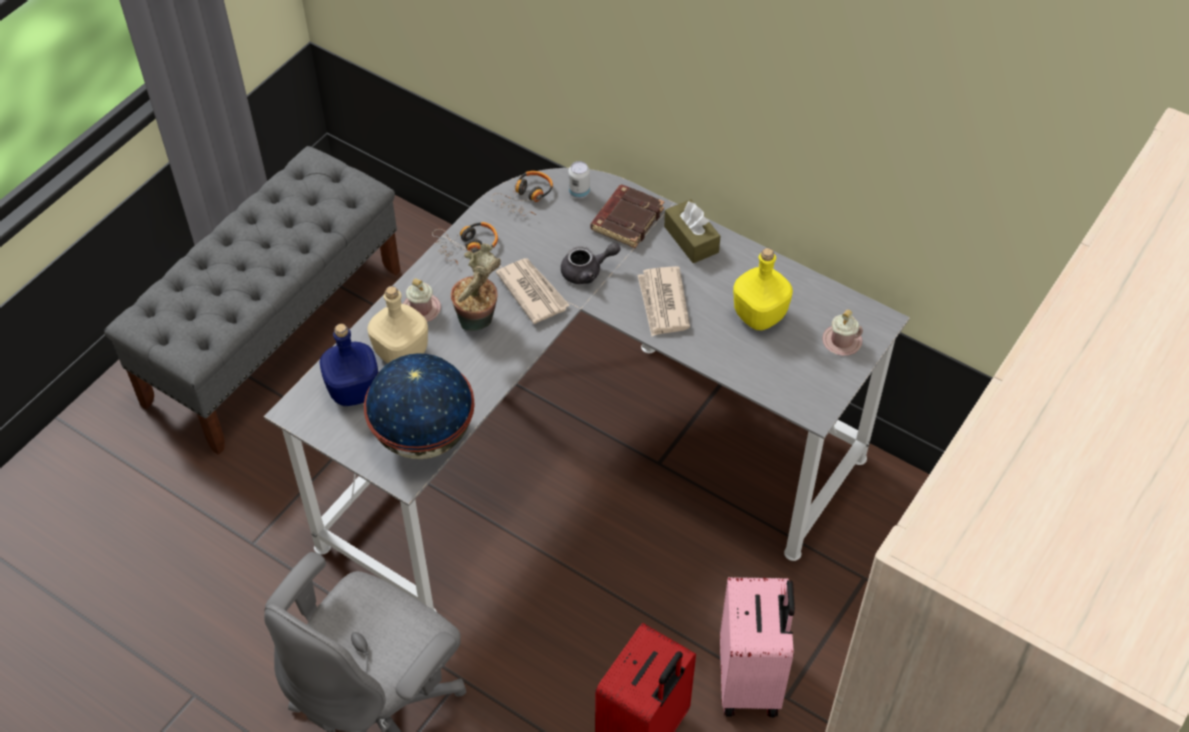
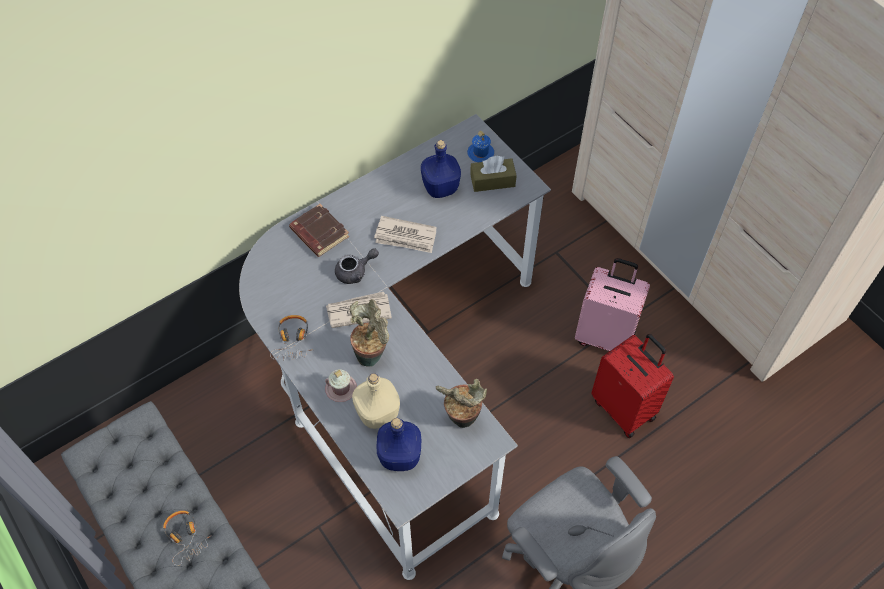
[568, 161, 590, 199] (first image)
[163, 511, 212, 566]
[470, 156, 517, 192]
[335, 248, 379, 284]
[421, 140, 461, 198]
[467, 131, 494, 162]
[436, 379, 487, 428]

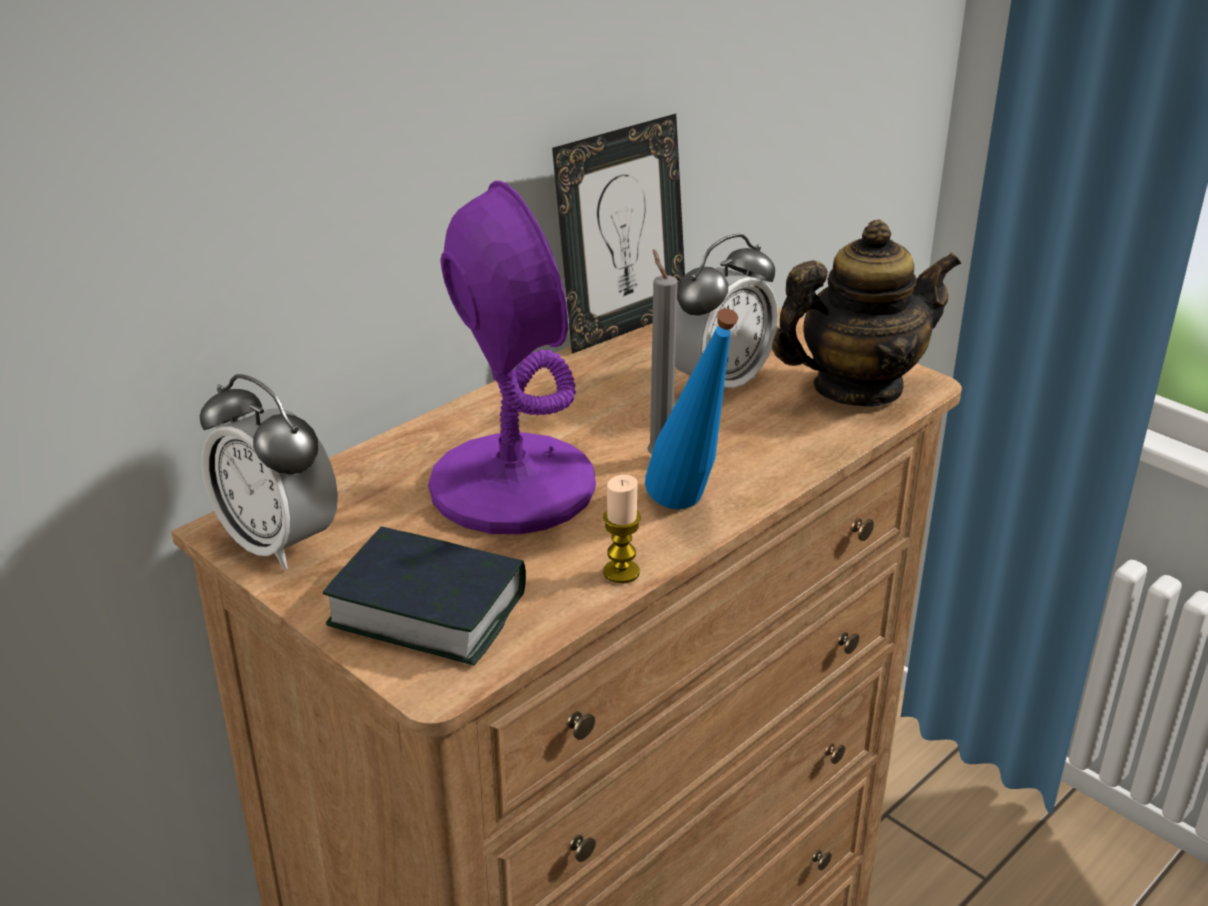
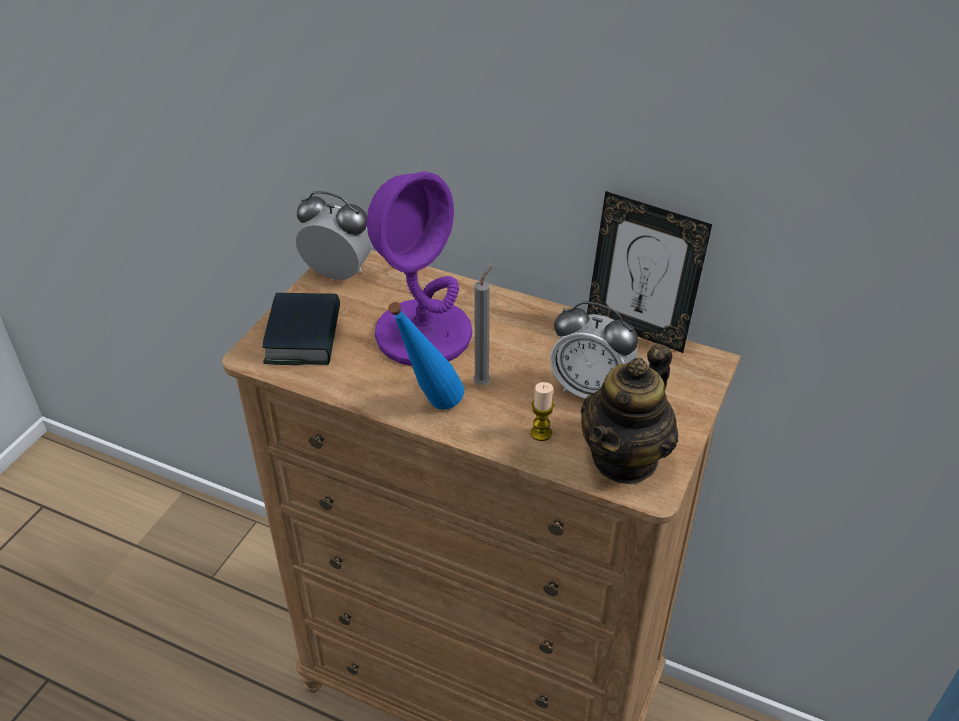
[581, 344, 678, 484]
[296, 191, 372, 280]
[530, 382, 554, 441]

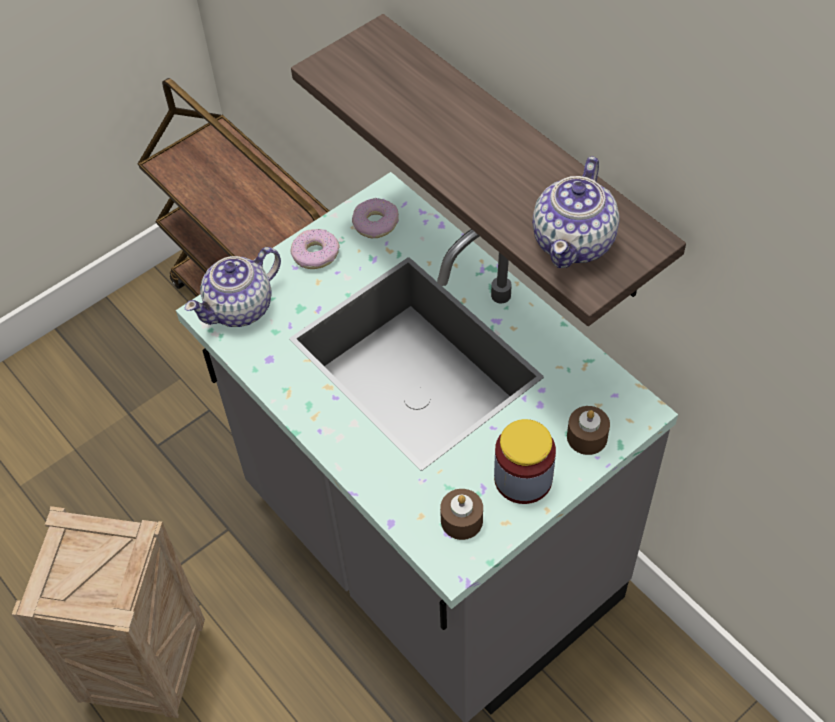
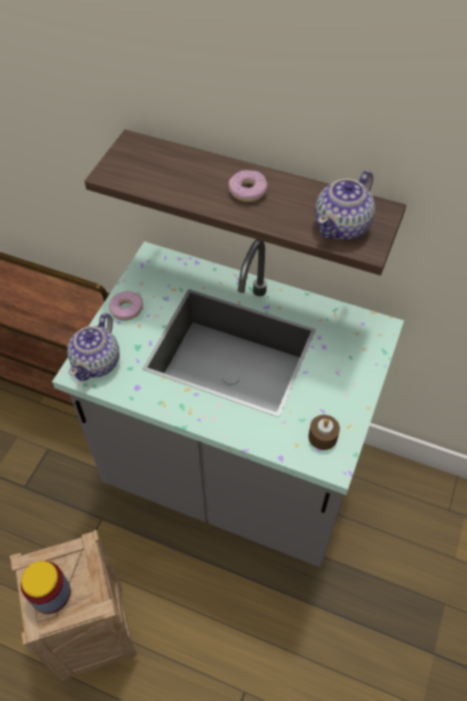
[315, 171, 375, 240]
[229, 170, 267, 202]
[567, 406, 610, 455] (first image)
[21, 561, 71, 614]

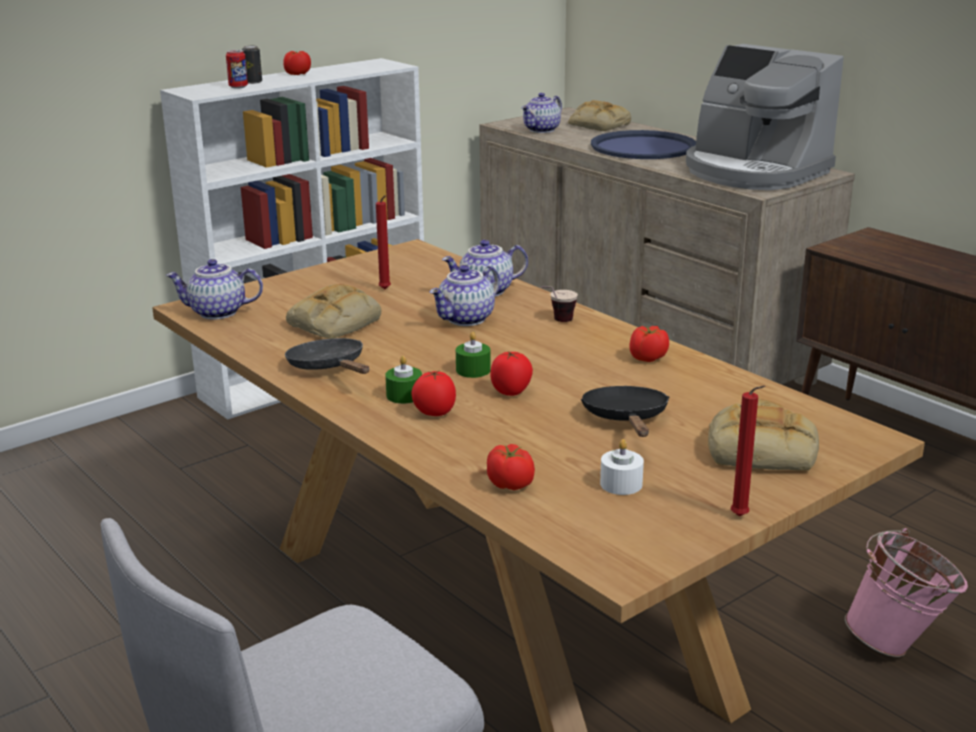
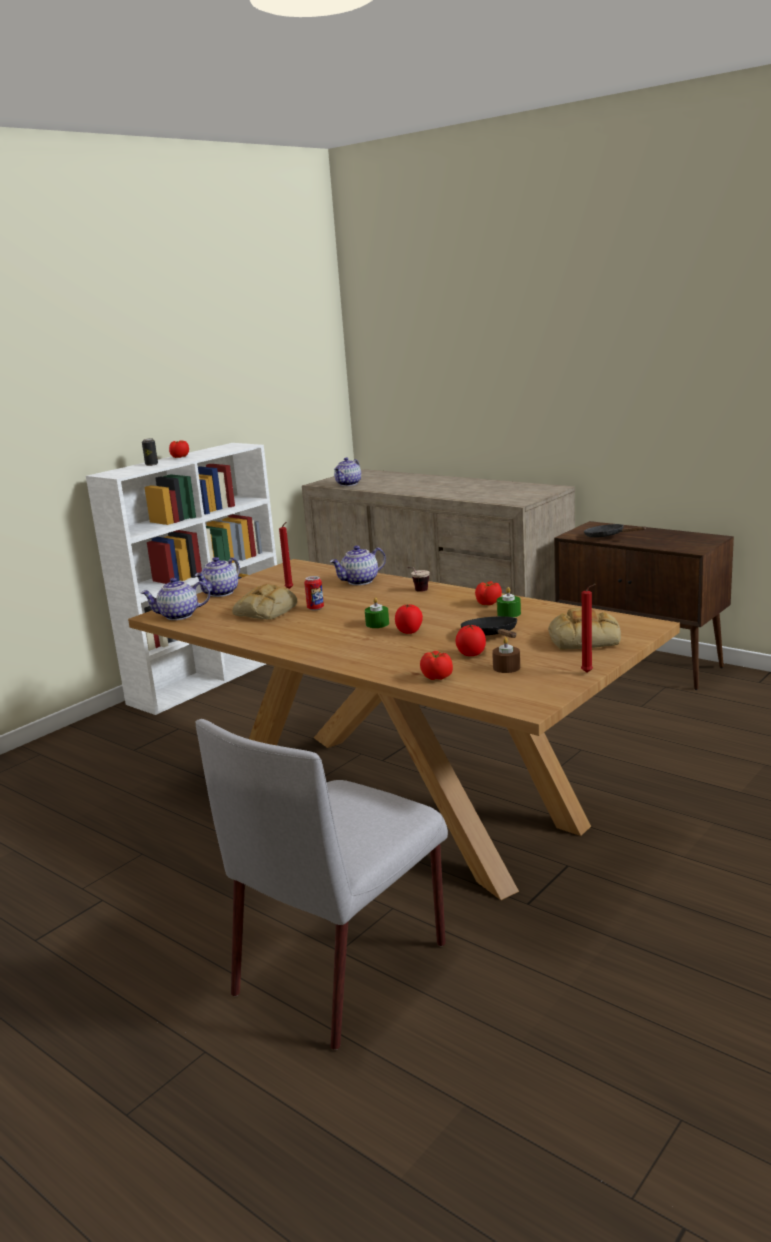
[686, 44, 844, 190] (first image)
[304, 576, 324, 610]
[568, 100, 631, 131] (first image)
[591, 130, 696, 159] (first image)
[195, 557, 240, 597]
[584, 524, 647, 538]
[497, 587, 521, 618]
[455, 624, 486, 656]
[492, 637, 520, 673]
[845, 528, 968, 657] (first image)

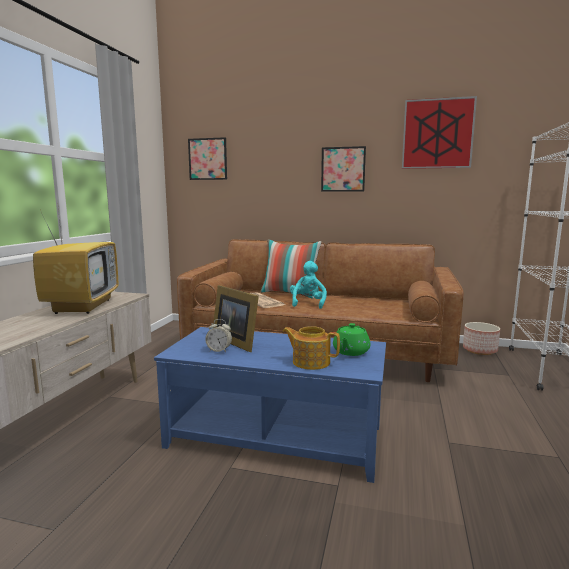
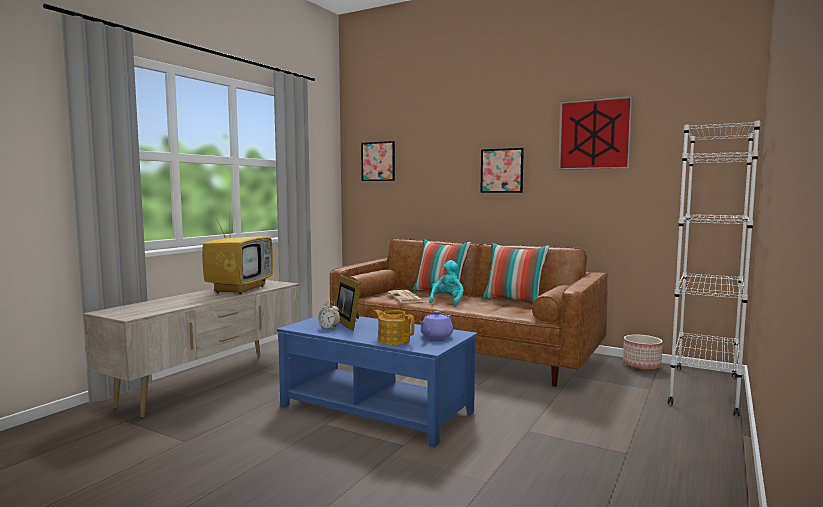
[420, 311, 453, 339]
[482, 243, 550, 305]

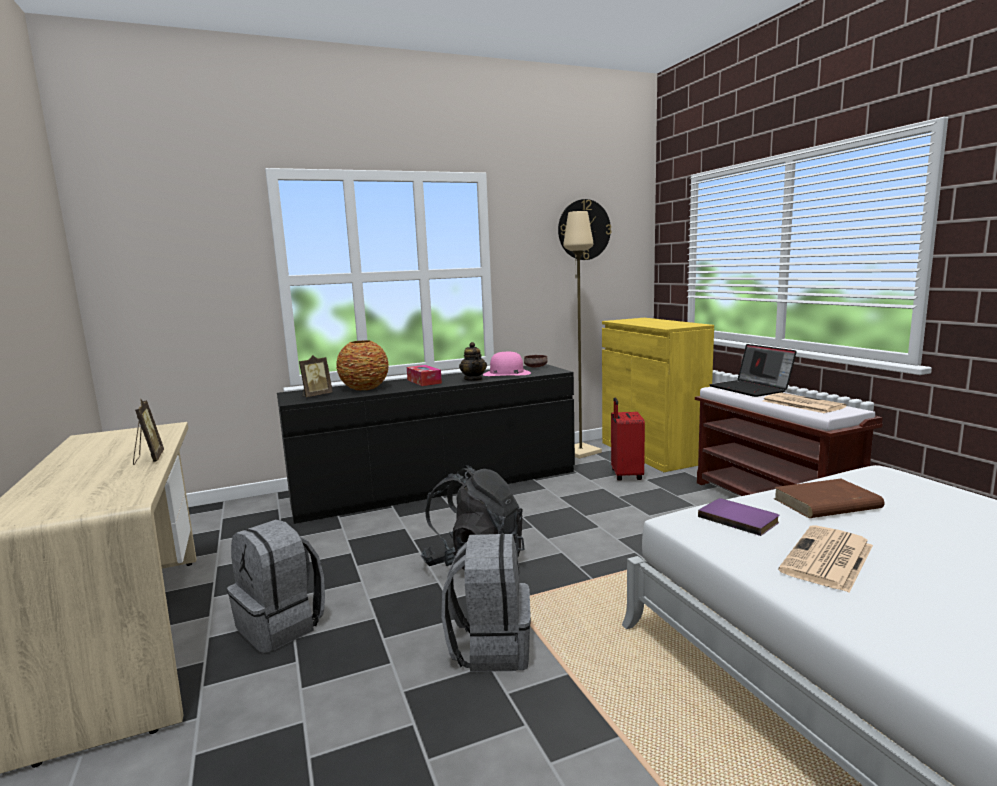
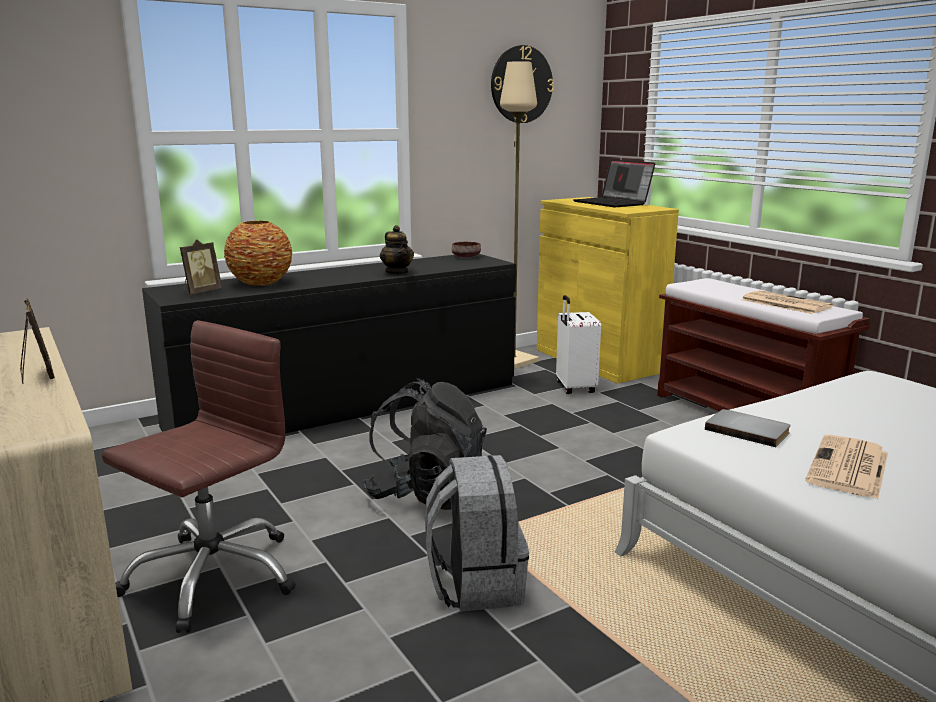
[573, 159, 655, 207]
[483, 352, 531, 376] (first image)
[407, 365, 442, 386] (first image)
[556, 295, 601, 394]
[773, 479, 885, 518] (first image)
[705, 409, 791, 447]
[102, 320, 296, 633]

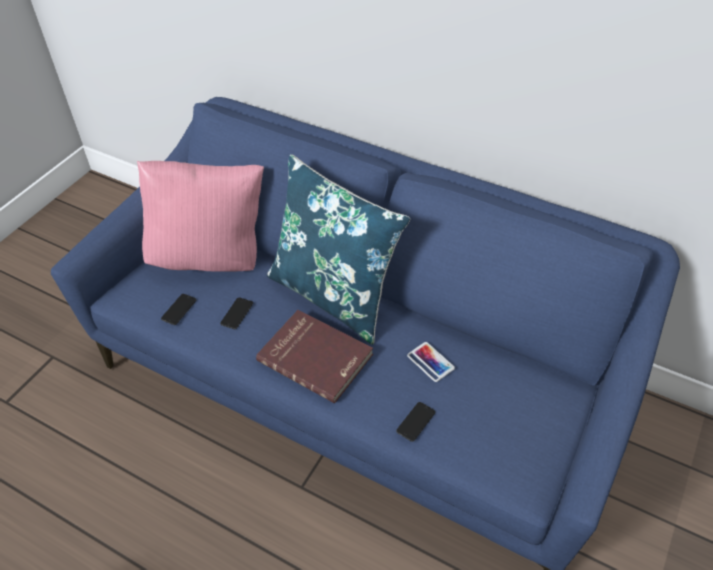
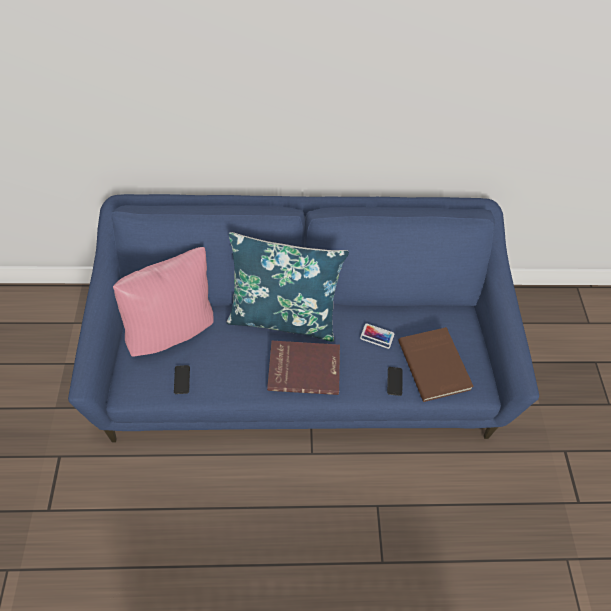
[220, 298, 253, 329] (first image)
[398, 327, 474, 402]

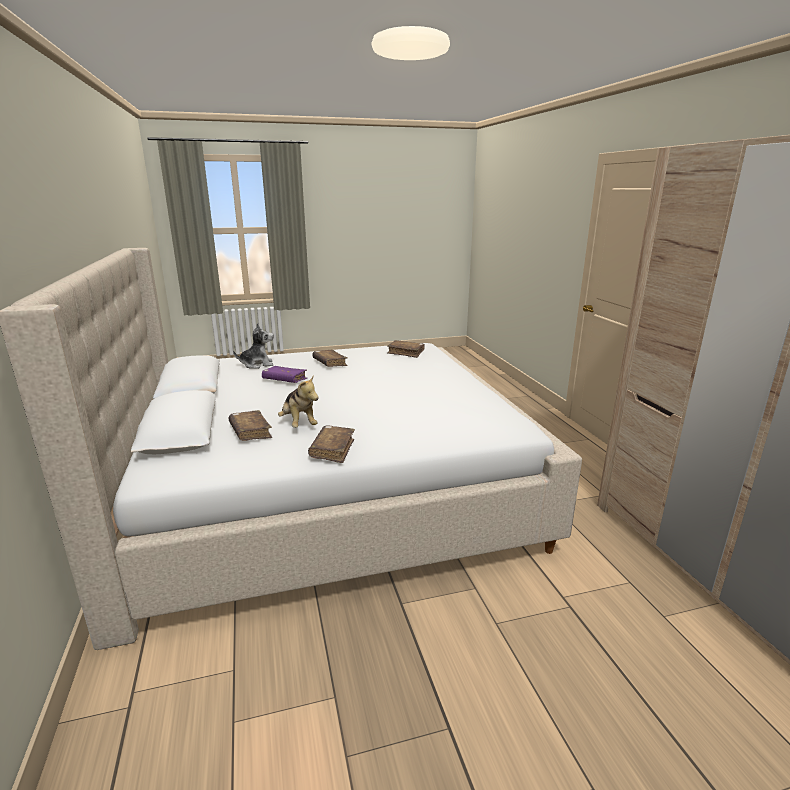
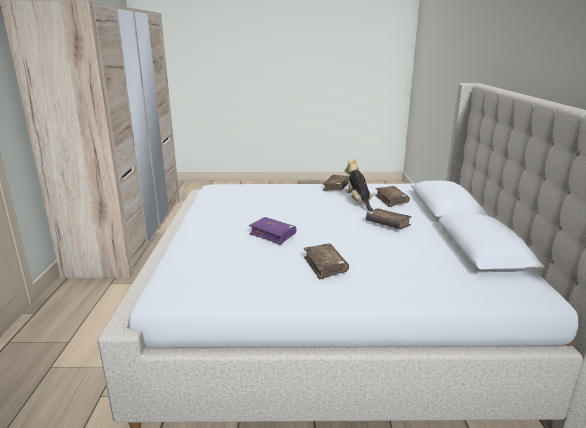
[233, 323, 274, 369] (first image)
[366, 208, 412, 229]
[249, 217, 296, 245]

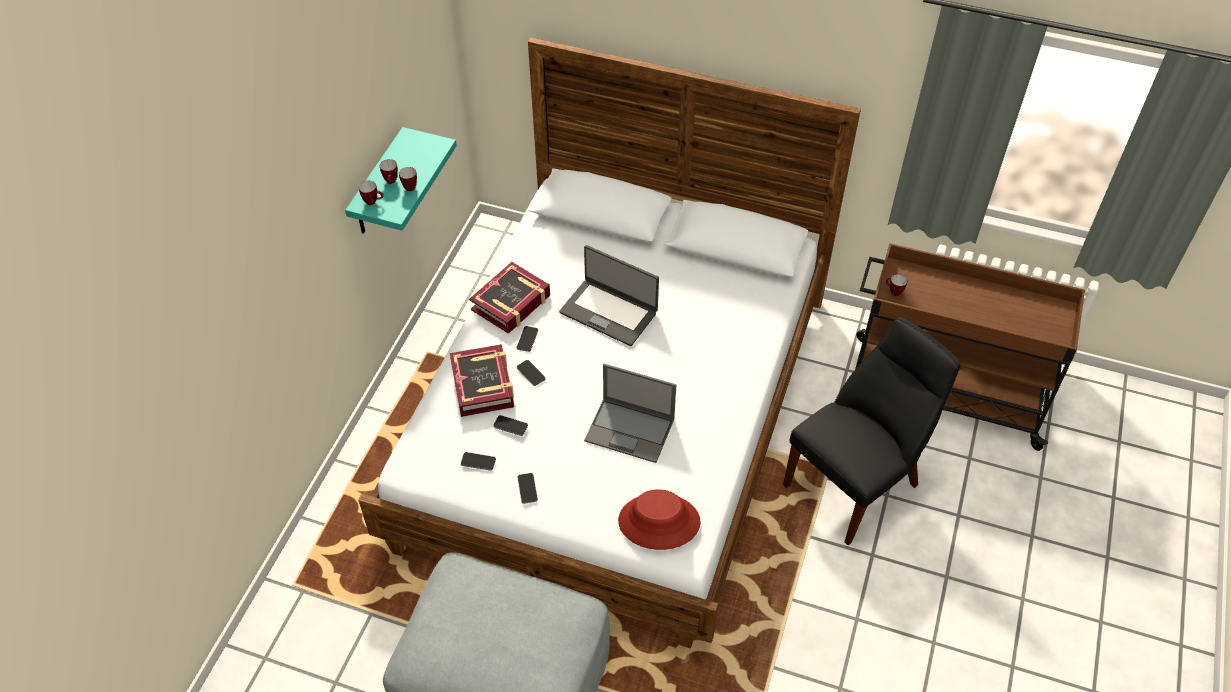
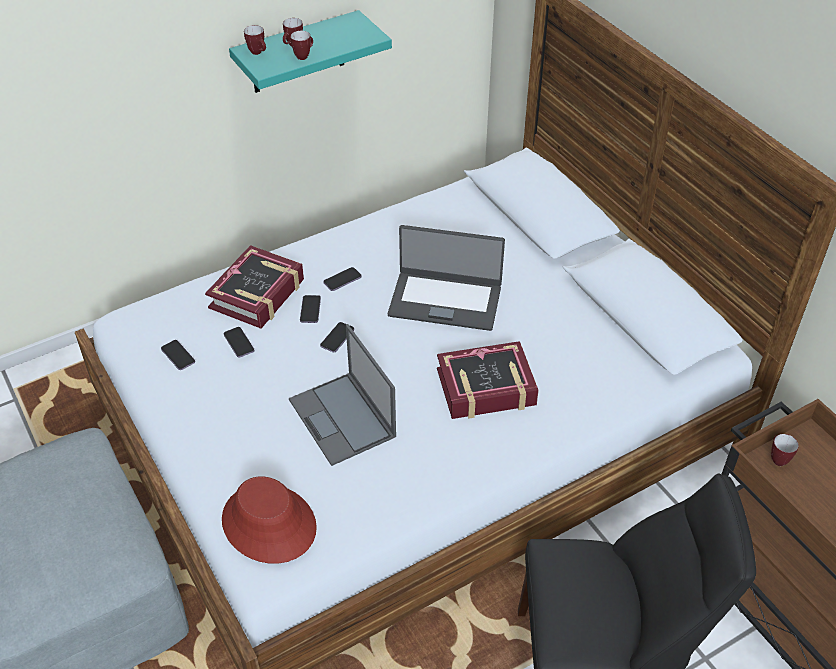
[388, 225, 505, 331]
[437, 341, 539, 419]
[320, 322, 354, 352]

